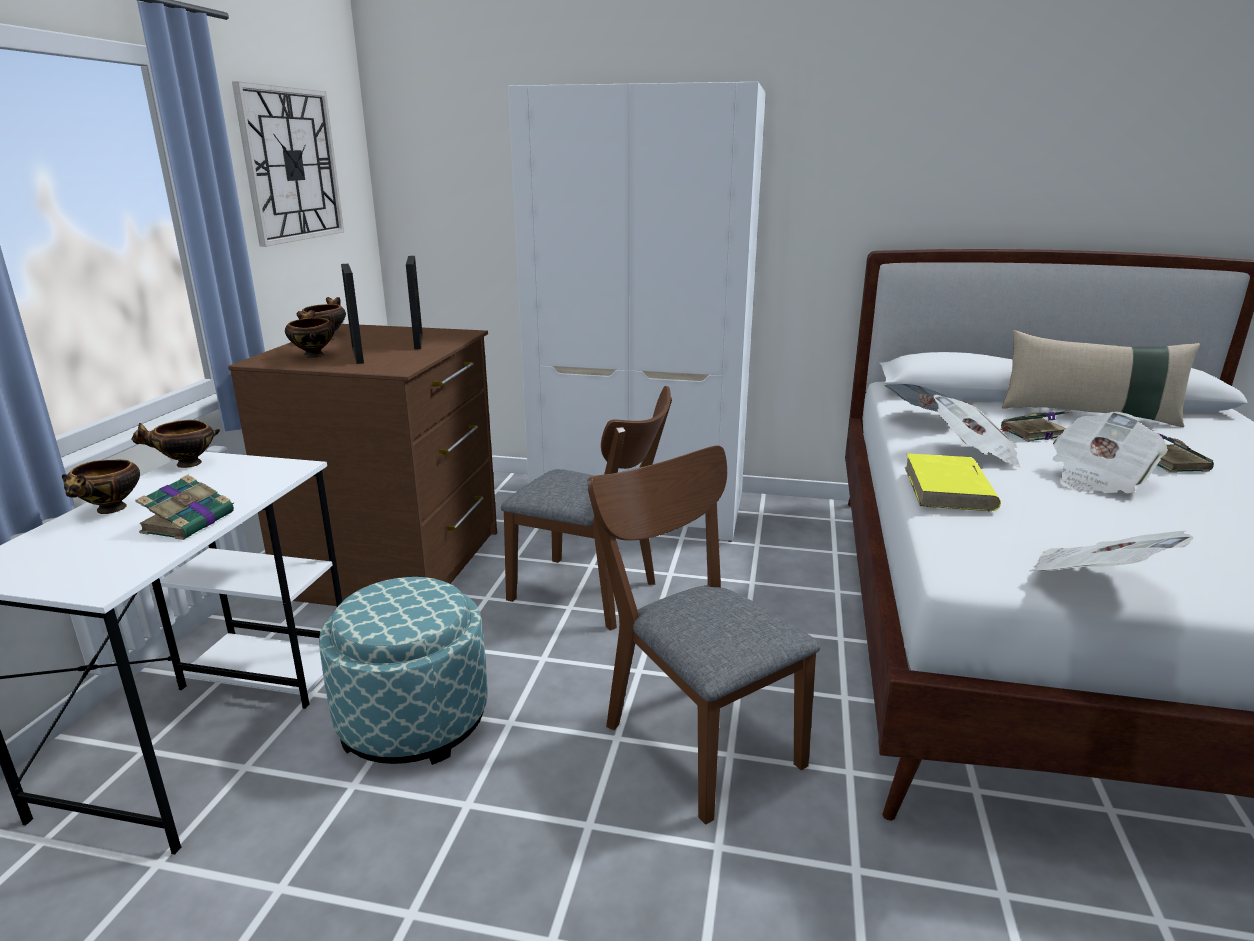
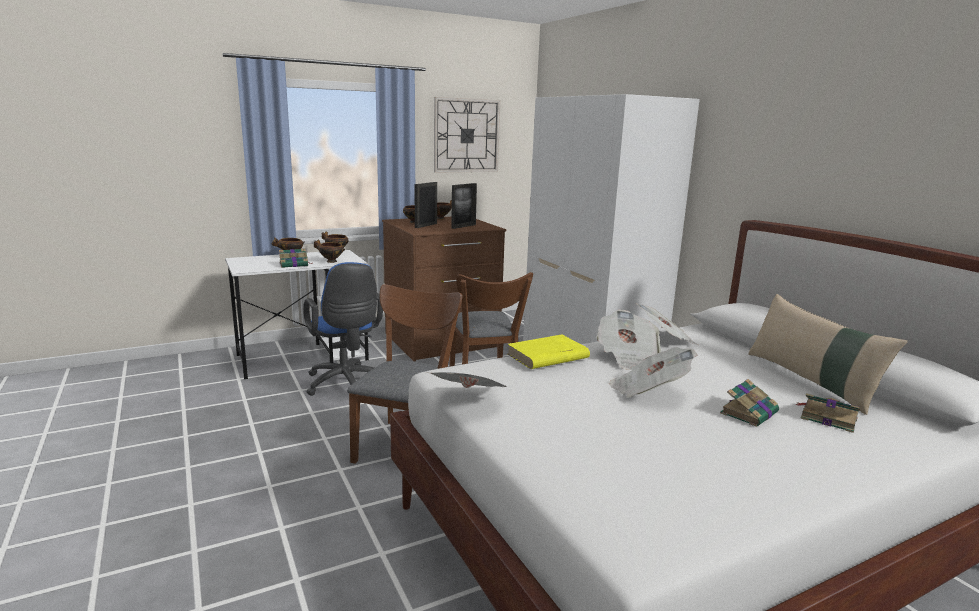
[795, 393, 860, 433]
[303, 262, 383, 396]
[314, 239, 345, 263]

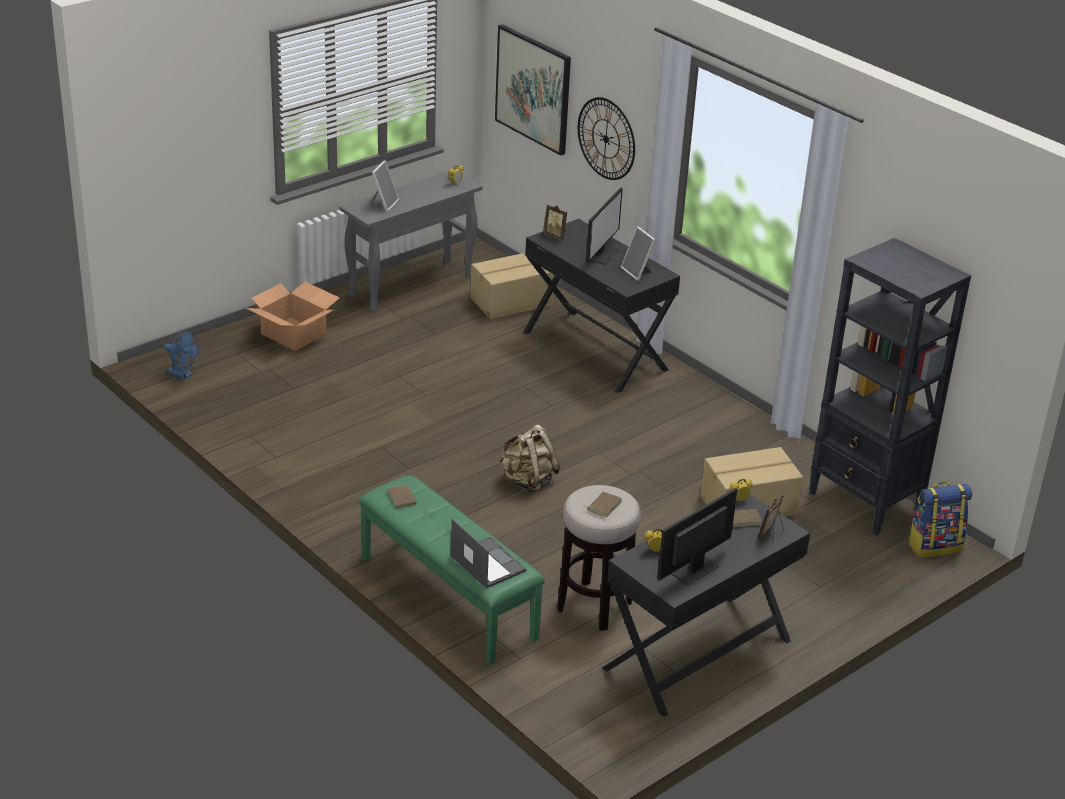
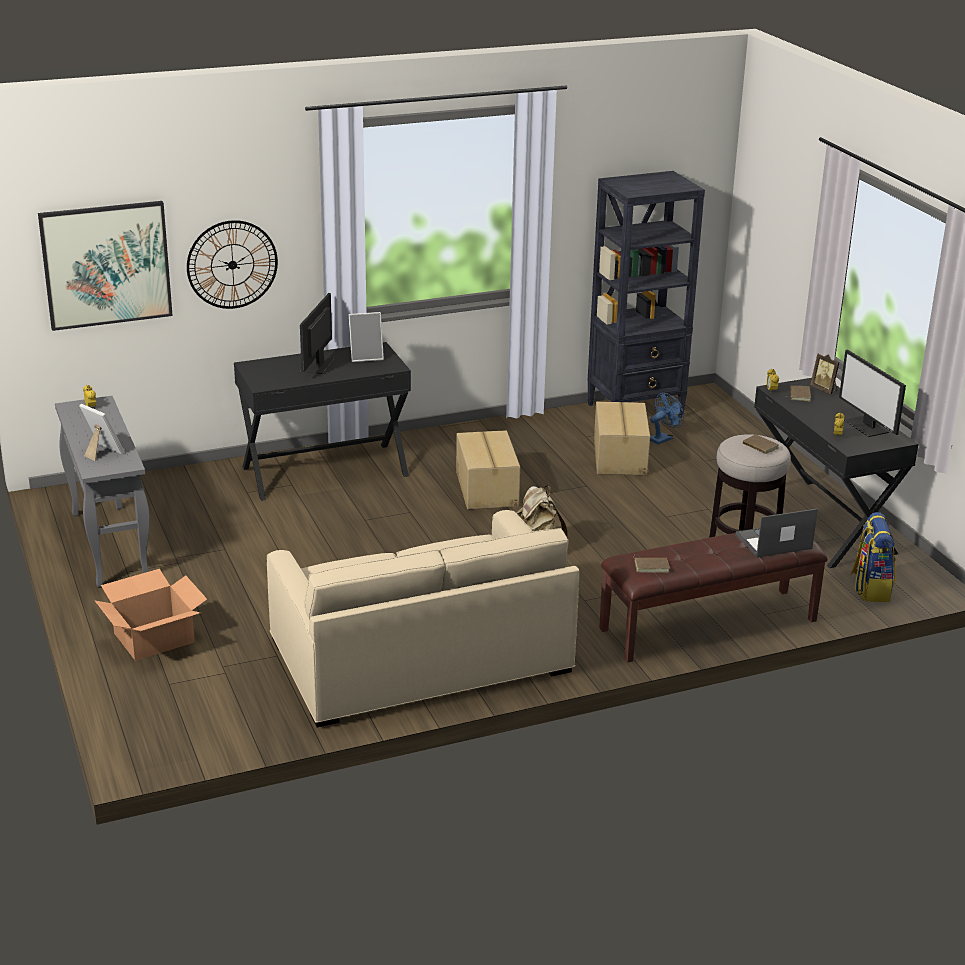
[300, 293, 334, 374]
[543, 205, 567, 241] (first image)
[456, 430, 520, 510]
[650, 393, 684, 445]
[599, 533, 827, 662]
[851, 512, 895, 602]
[267, 510, 579, 727]

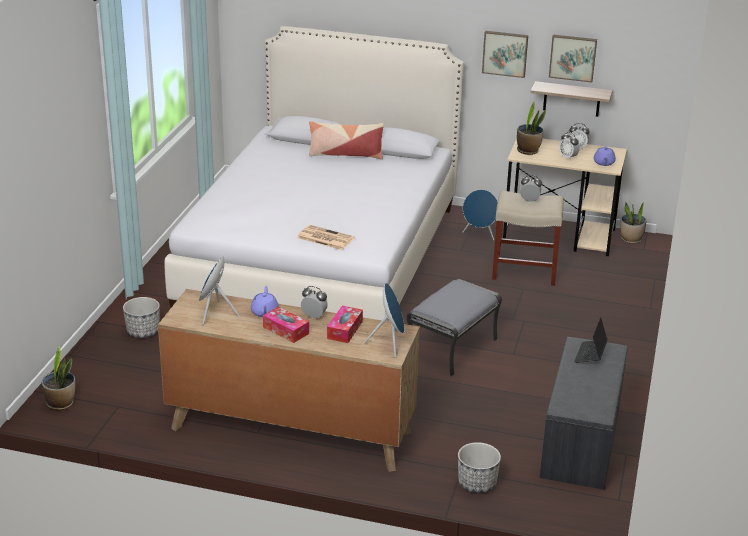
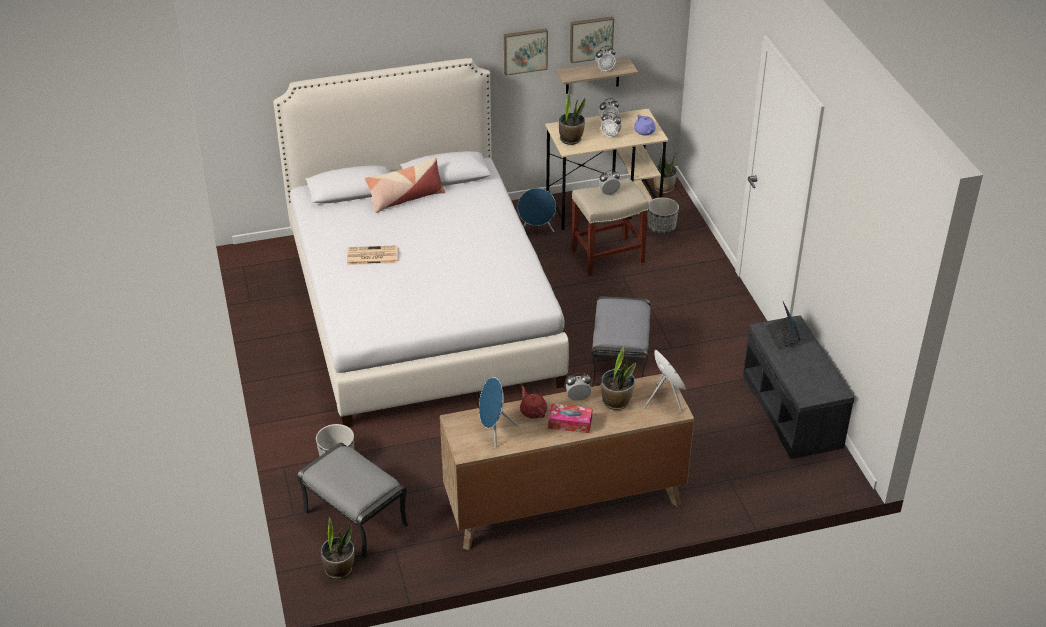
[347, 245, 398, 265]
[520, 386, 547, 419]
[601, 346, 636, 410]
[648, 197, 679, 234]
[595, 46, 616, 72]
[297, 443, 408, 559]

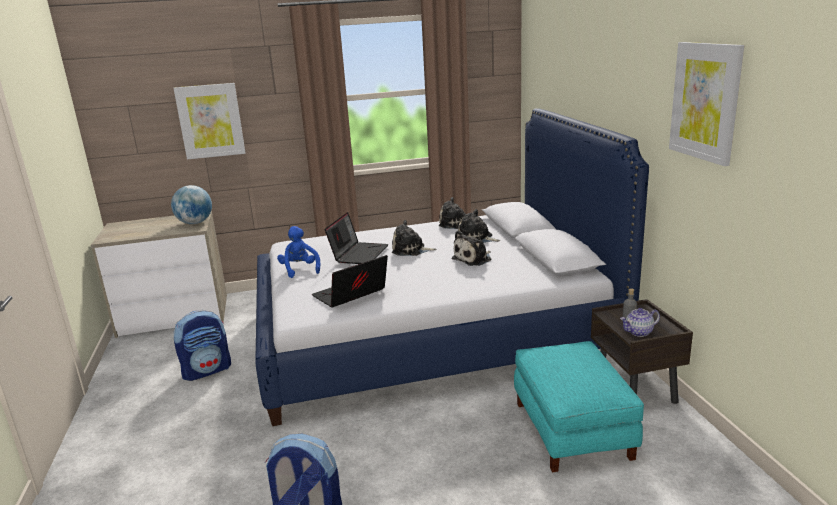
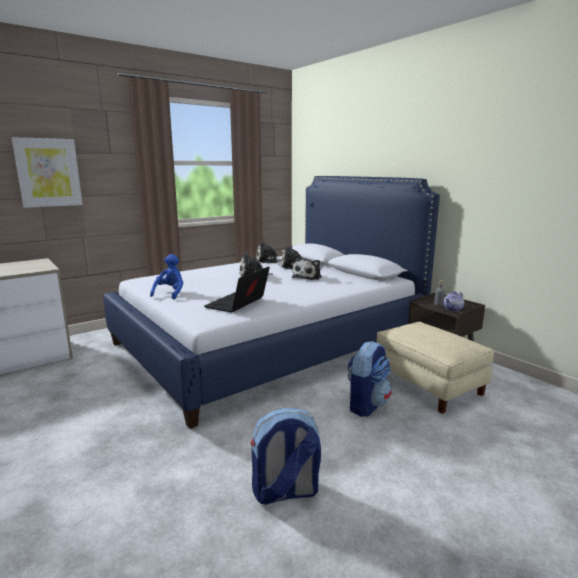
[669, 42, 744, 166] (first image)
[171, 185, 212, 224] (first image)
[325, 212, 389, 264] (first image)
[150, 254, 183, 300]
[347, 341, 392, 417]
[377, 322, 494, 414]

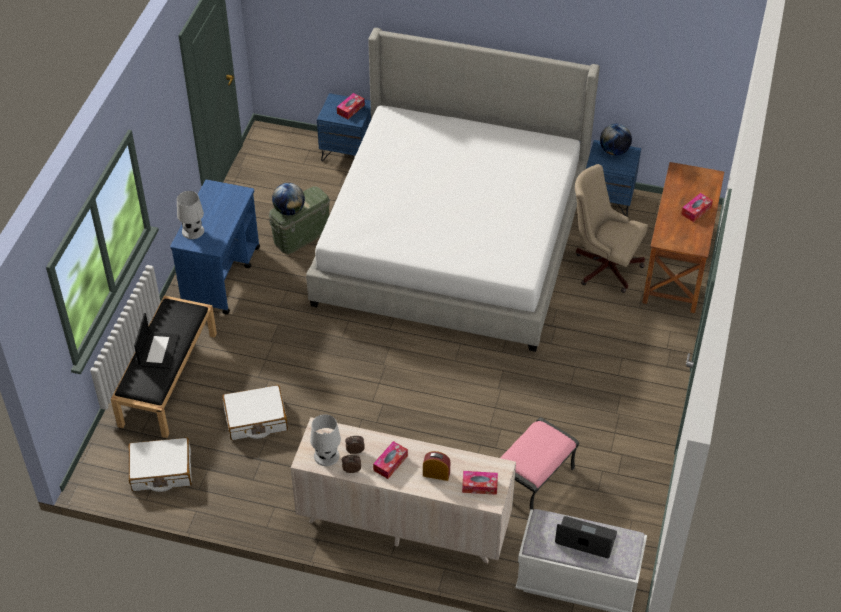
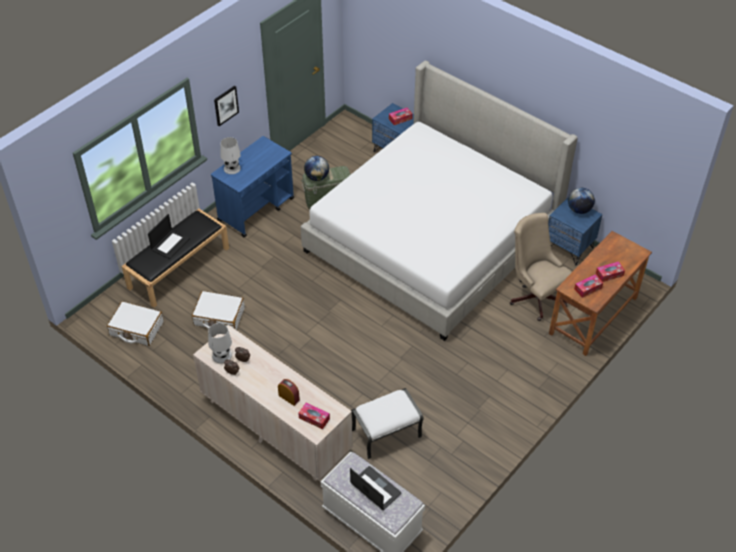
[351, 388, 424, 459]
[574, 275, 603, 298]
[214, 86, 239, 126]

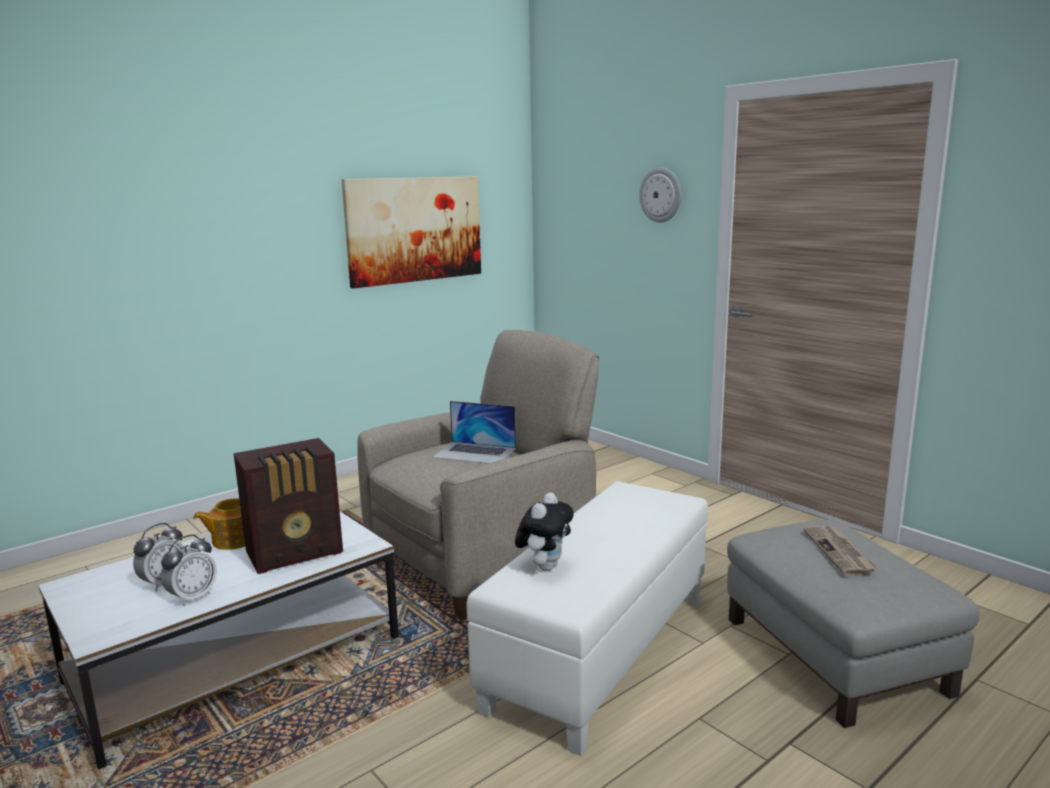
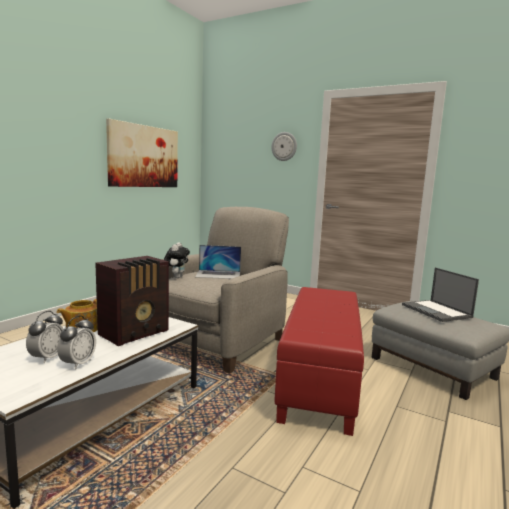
[274, 287, 364, 436]
[164, 243, 190, 278]
[402, 267, 479, 322]

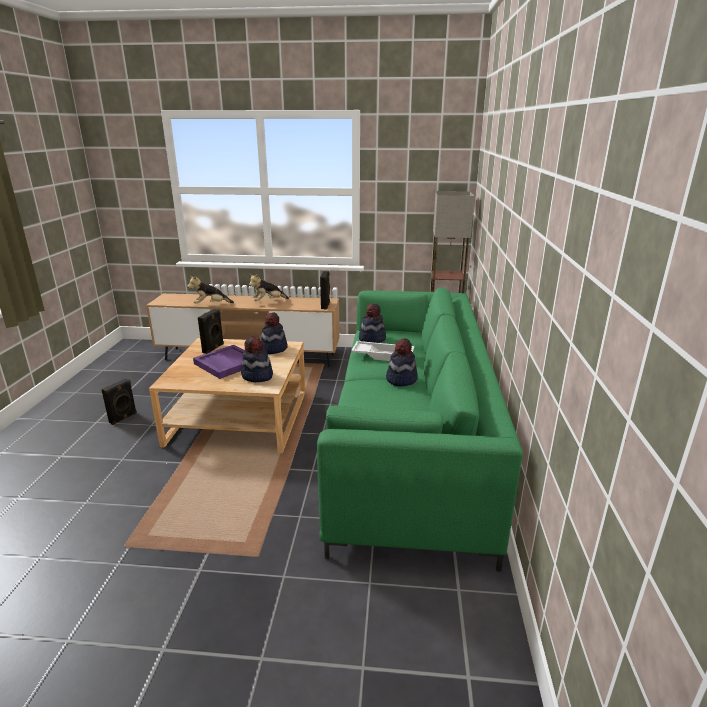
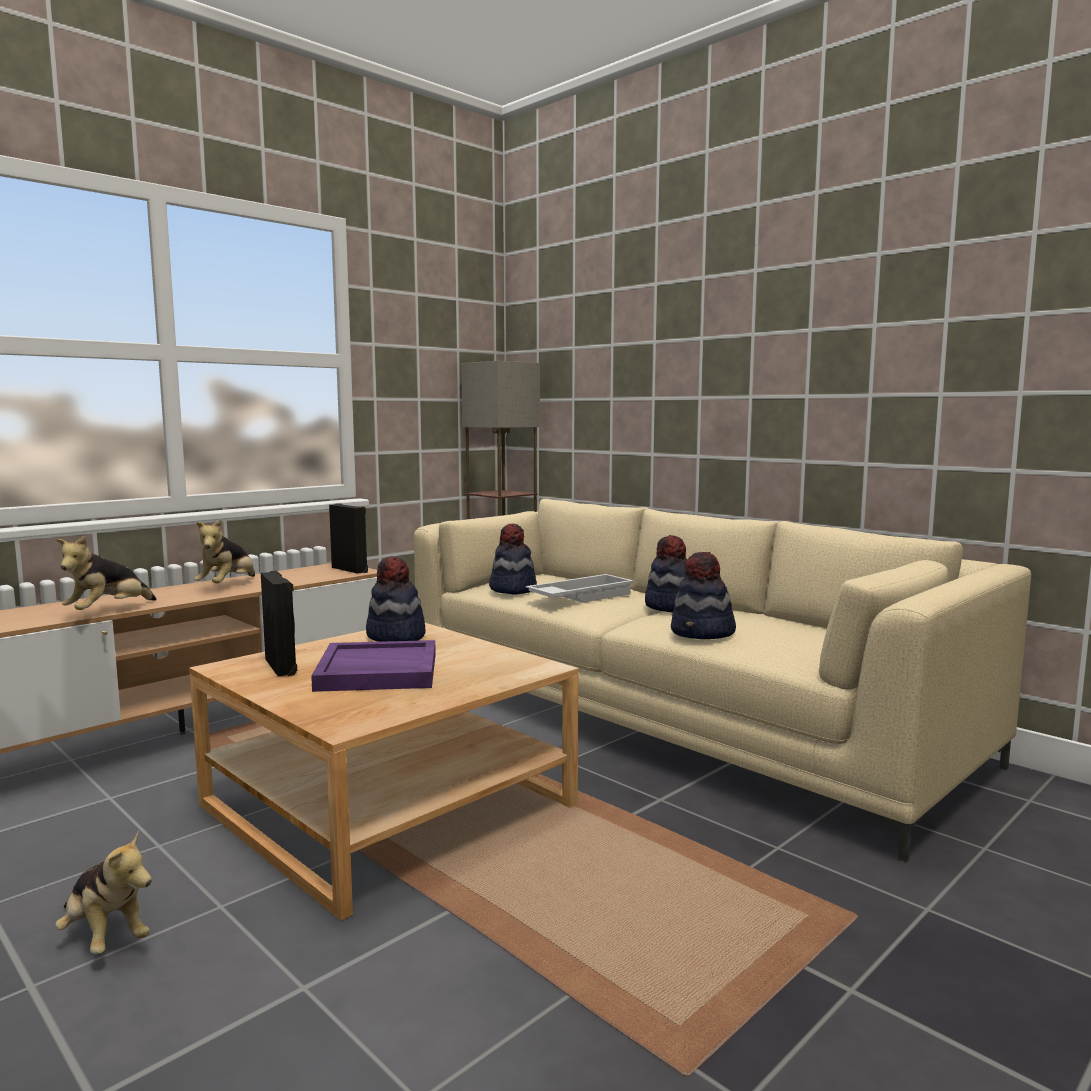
[414, 499, 1031, 862]
[671, 552, 736, 639]
[55, 830, 152, 954]

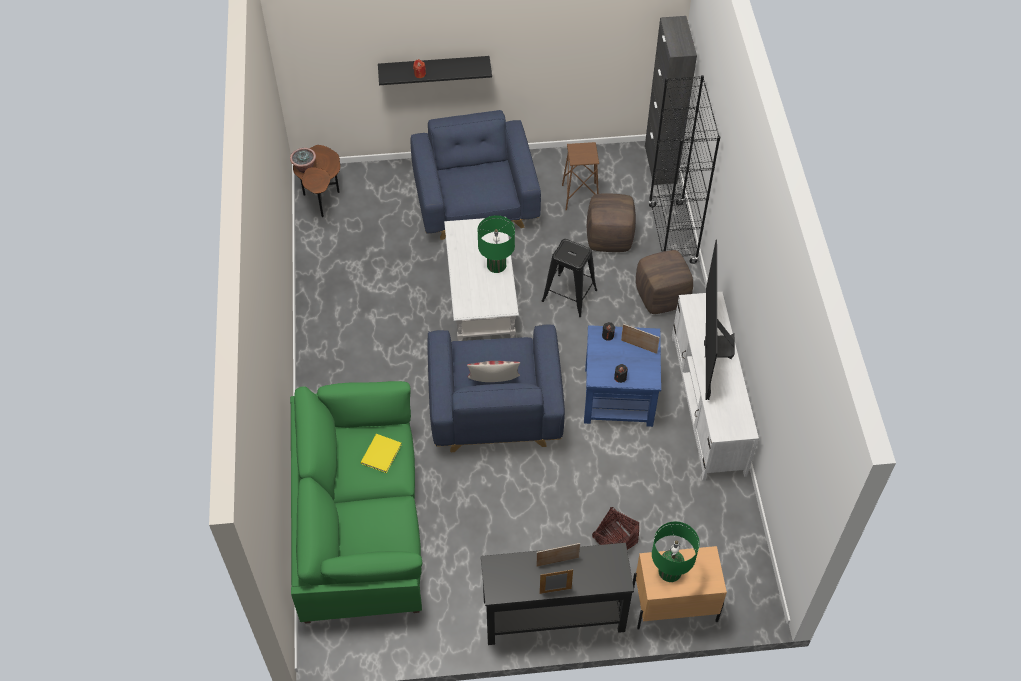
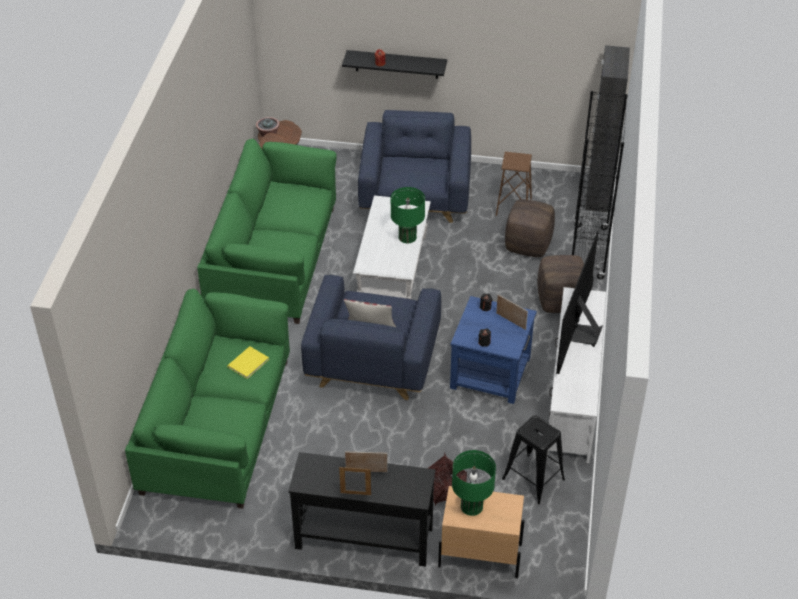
[502, 416, 565, 504]
[197, 139, 337, 324]

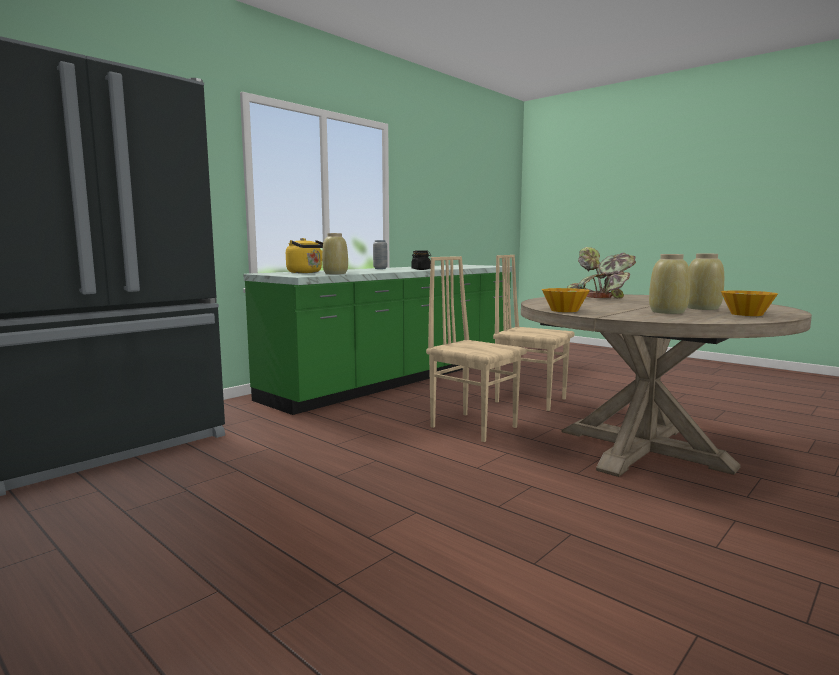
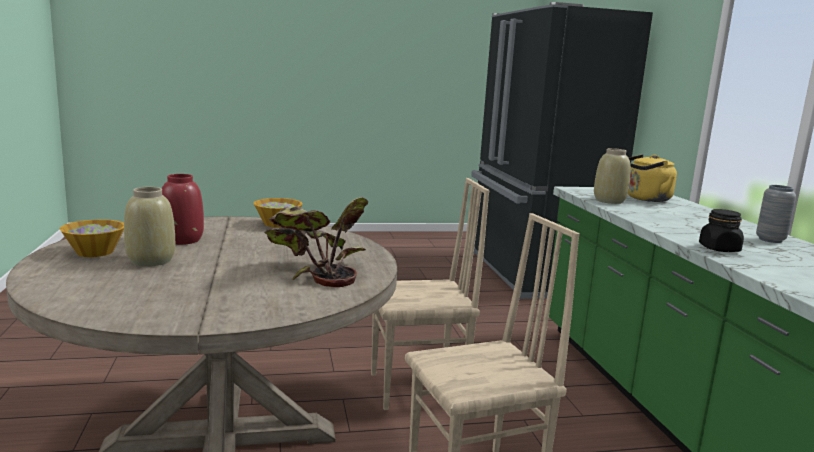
[162, 174, 204, 245]

